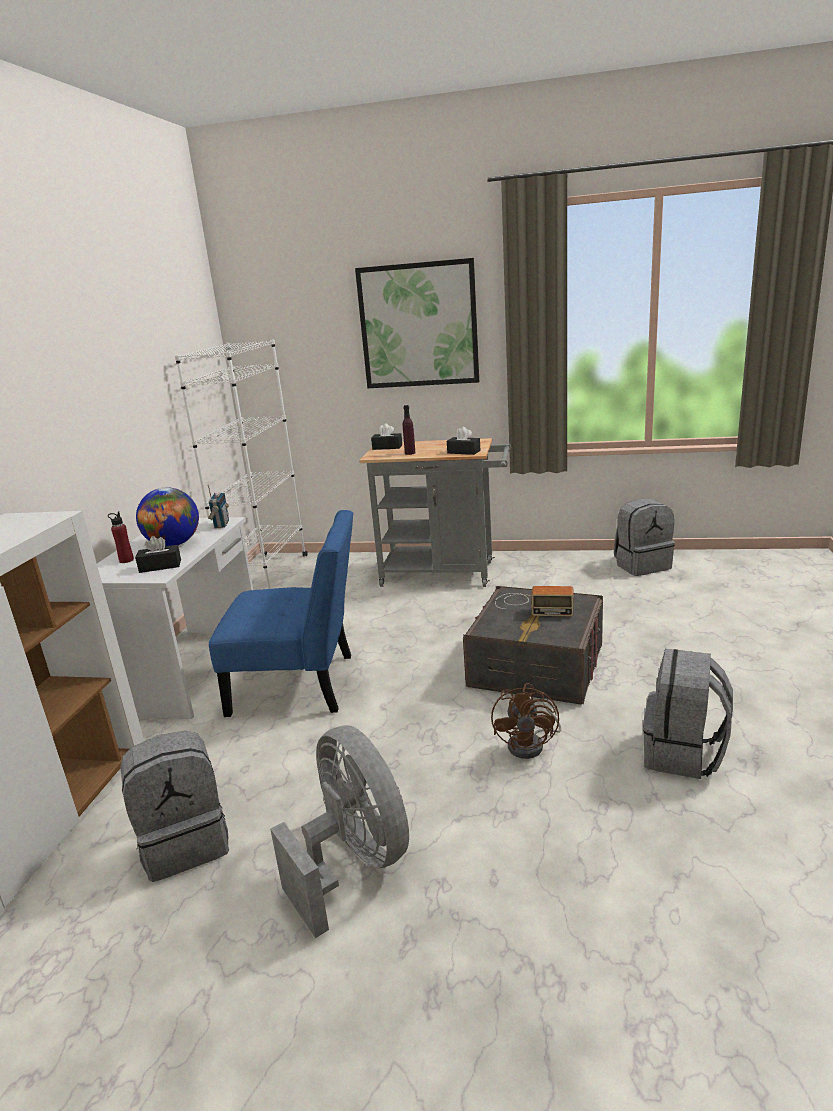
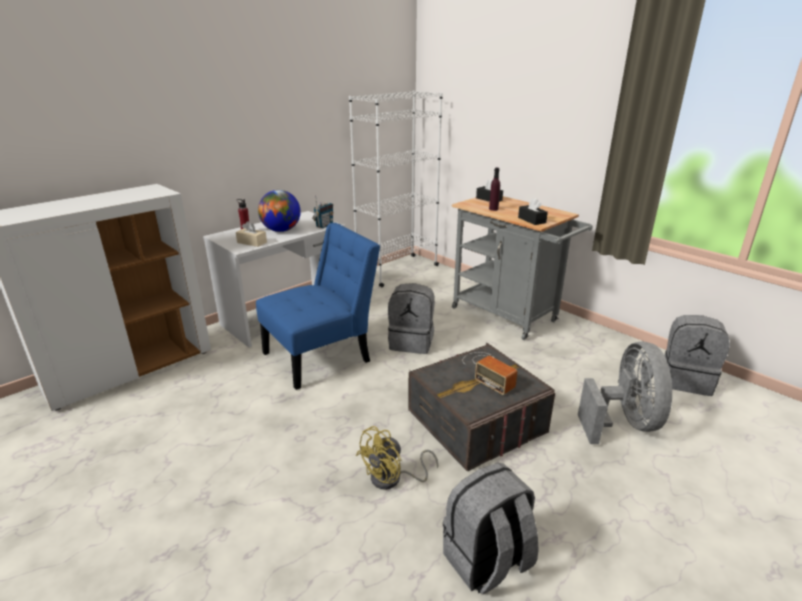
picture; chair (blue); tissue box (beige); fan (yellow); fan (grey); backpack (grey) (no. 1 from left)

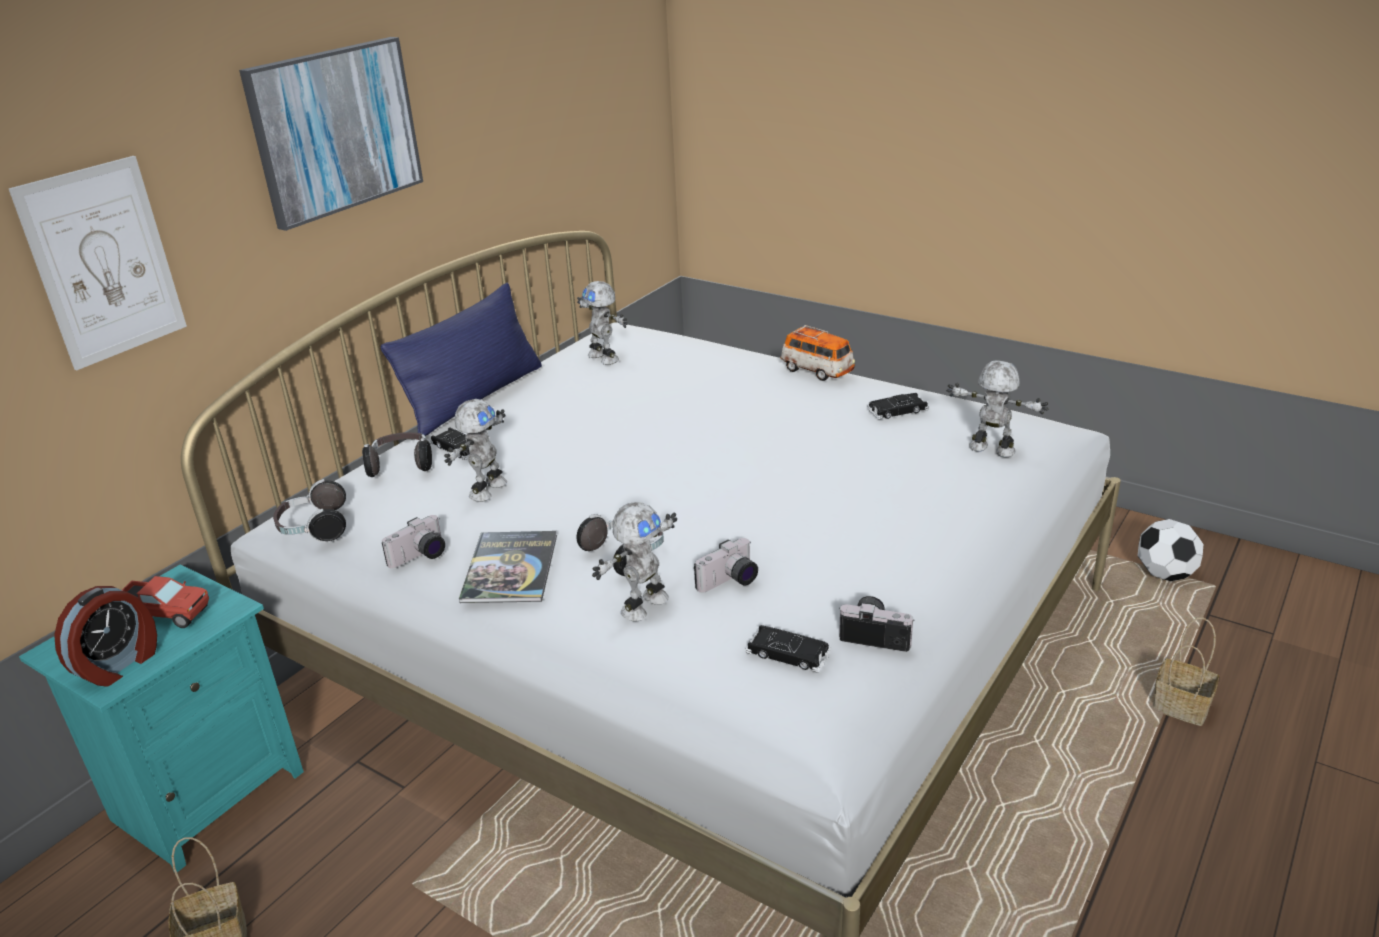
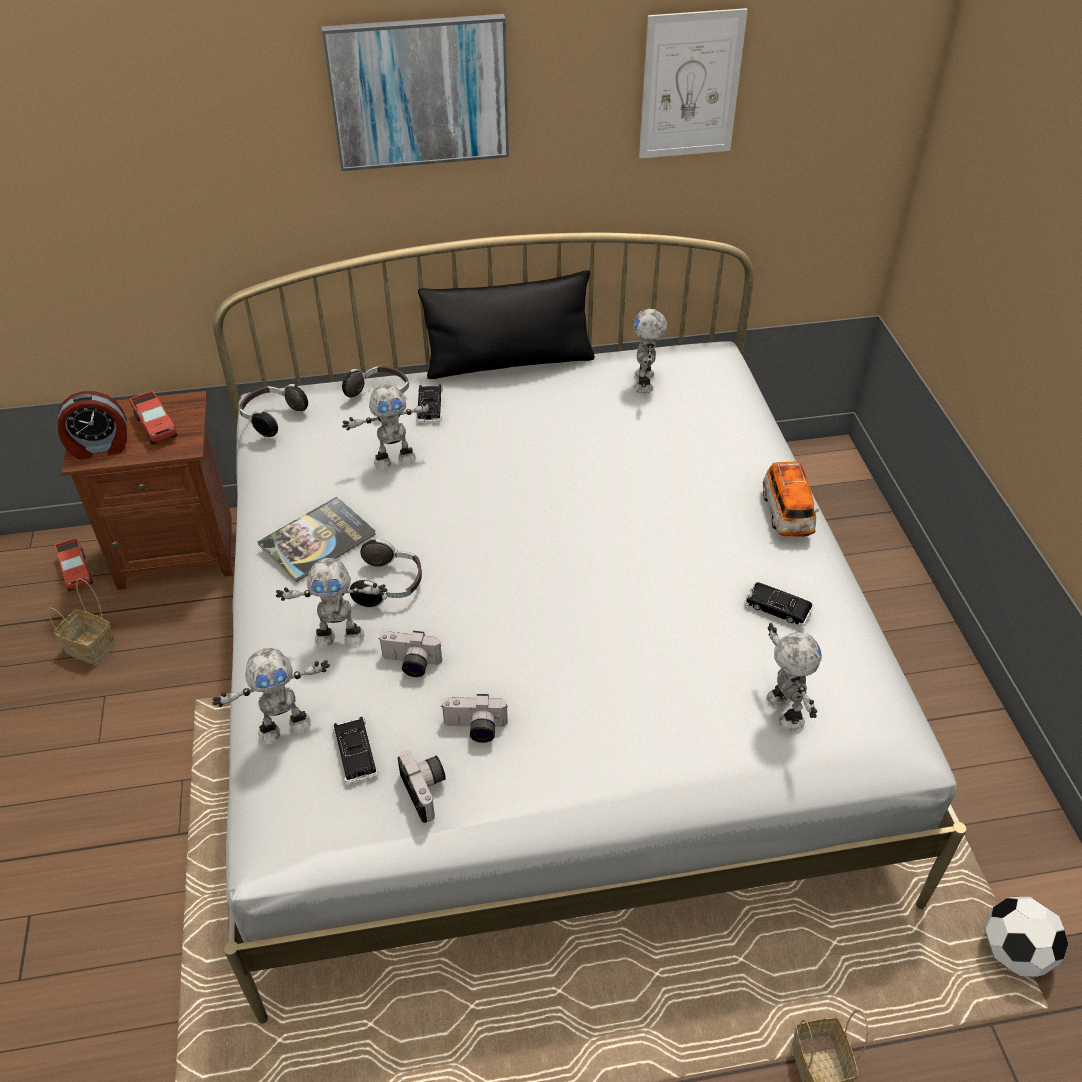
picture (no. 2 from left); pillow (black); photo camera (no. 3 from left); nightstand (brown); toy truck (no. 1 from left); toy robot (no. 1 from left)

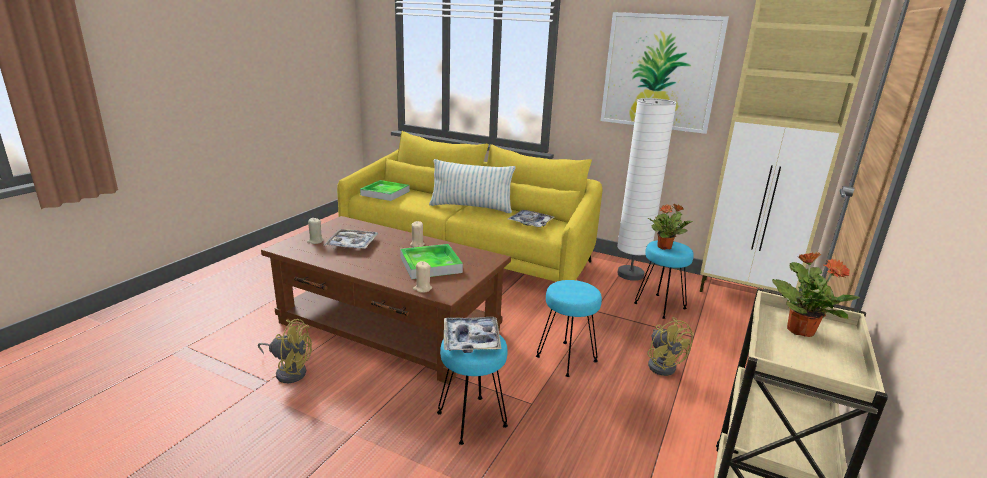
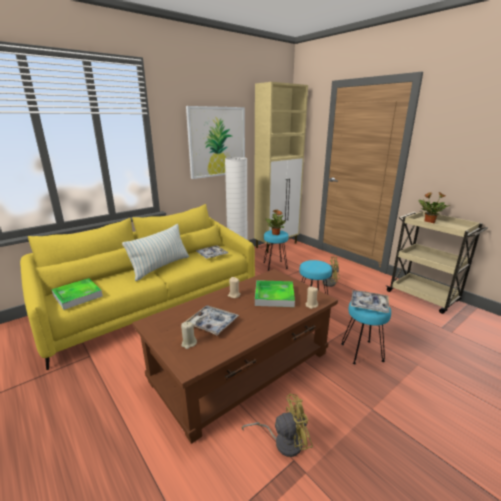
fan (yellow) (no. 1 from left)

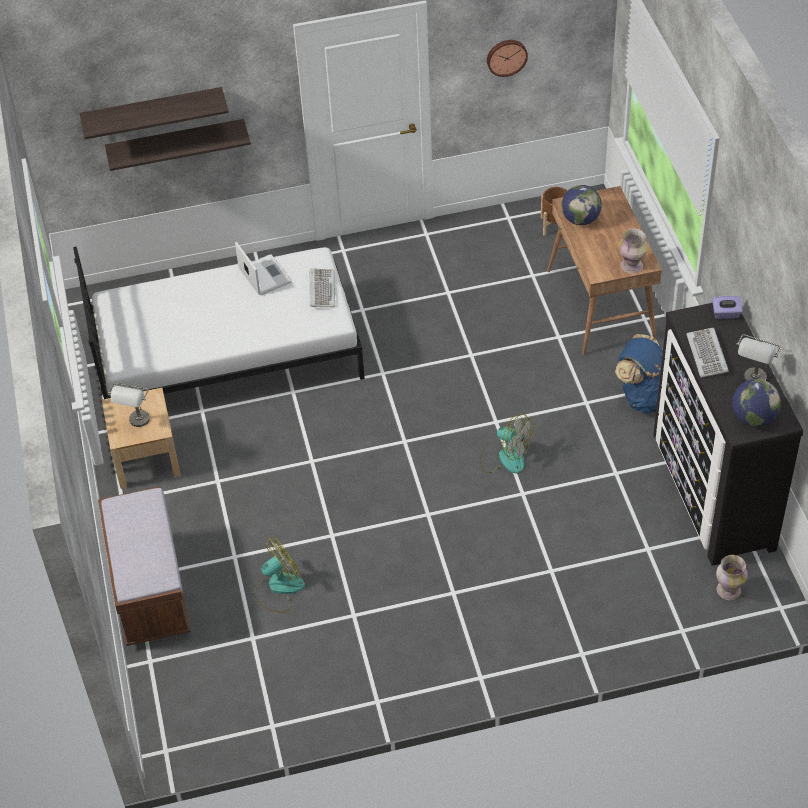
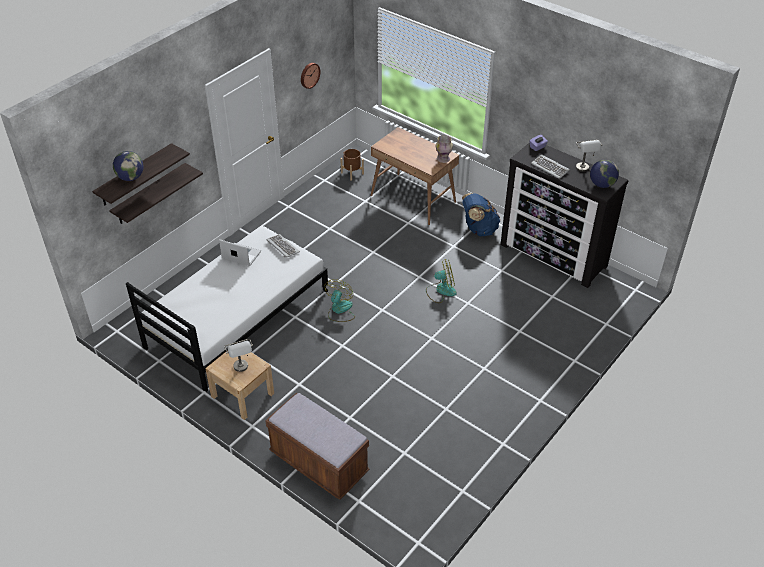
globe (no. 1 from left); fan (no. 1 from left); vase (no. 2 from left in the first image)

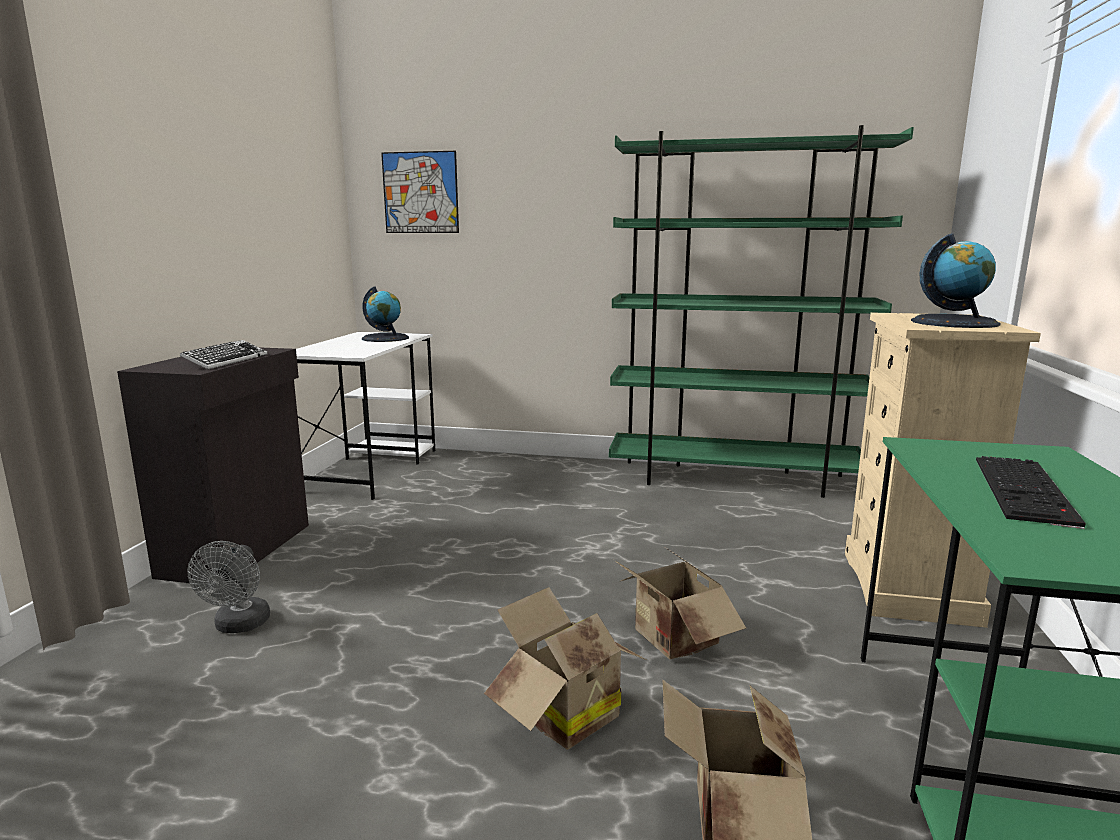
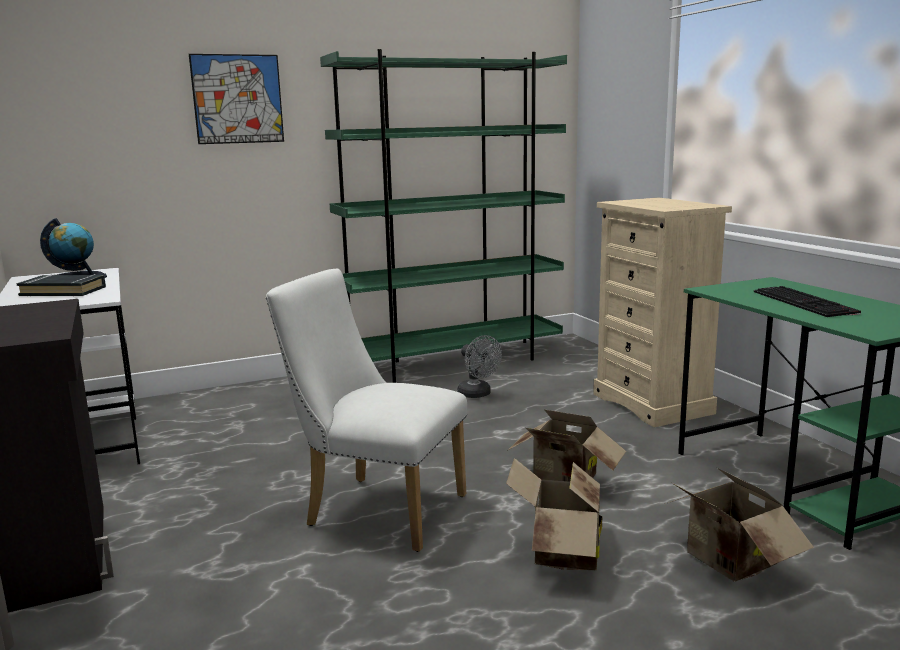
picture; globe (no. 2 from left in the first image); keyboard (no. 1 from left in the first image); fan (grey); chair (white); book (black)

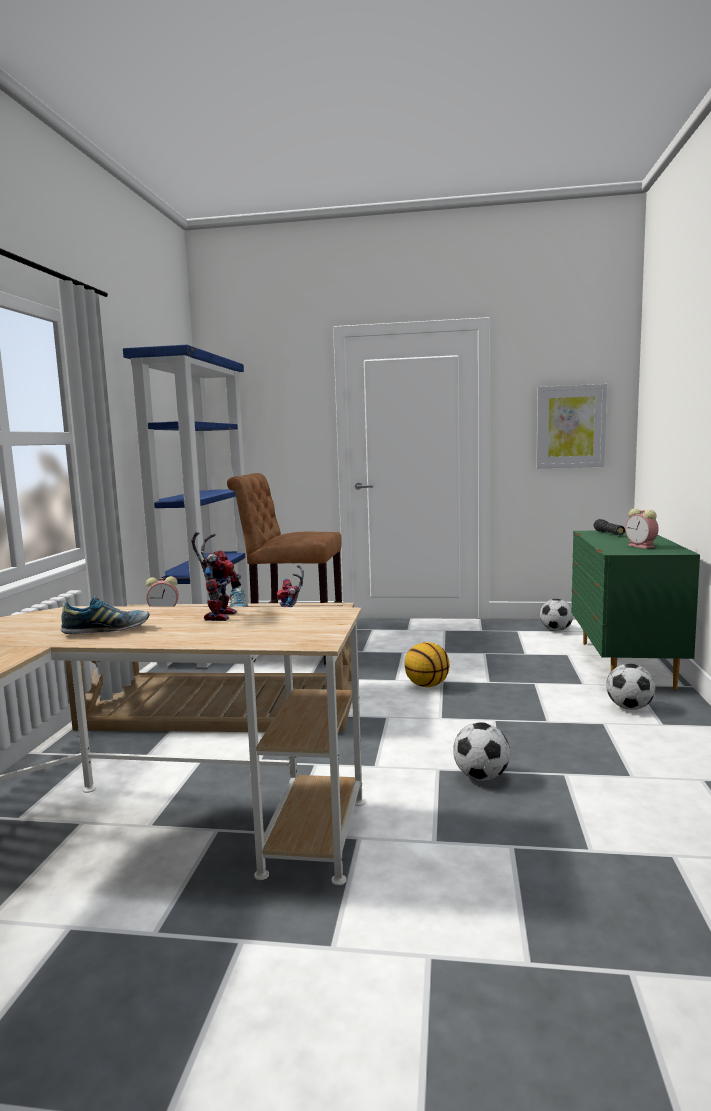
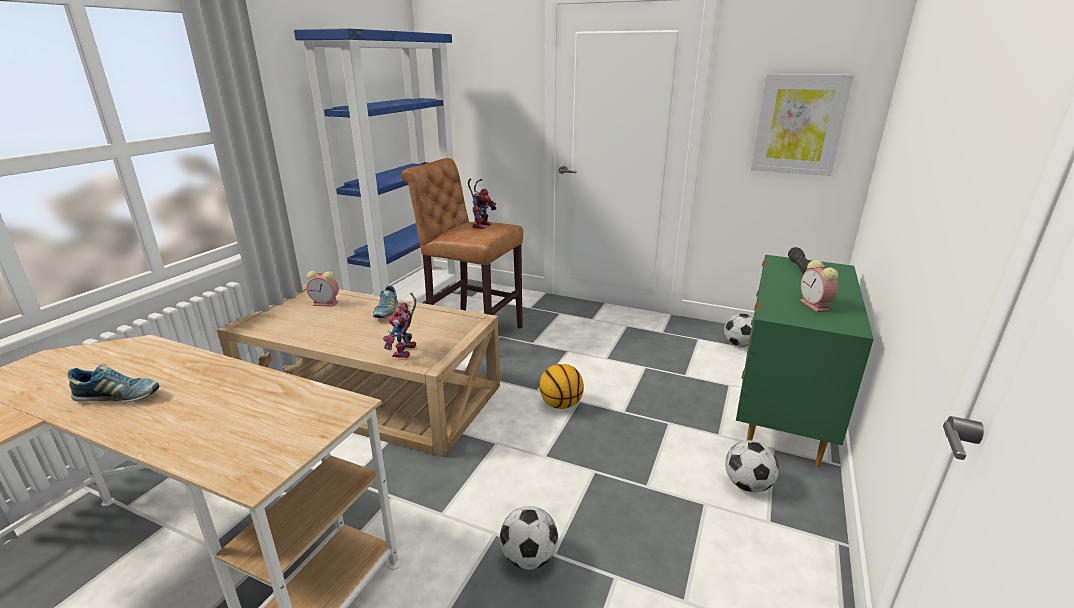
toy robot (no. 2 from left)

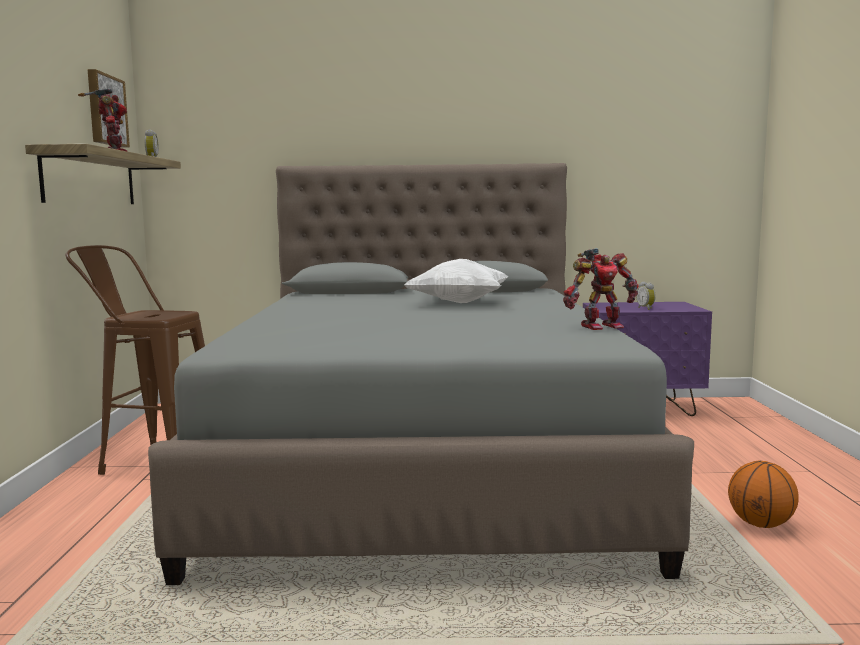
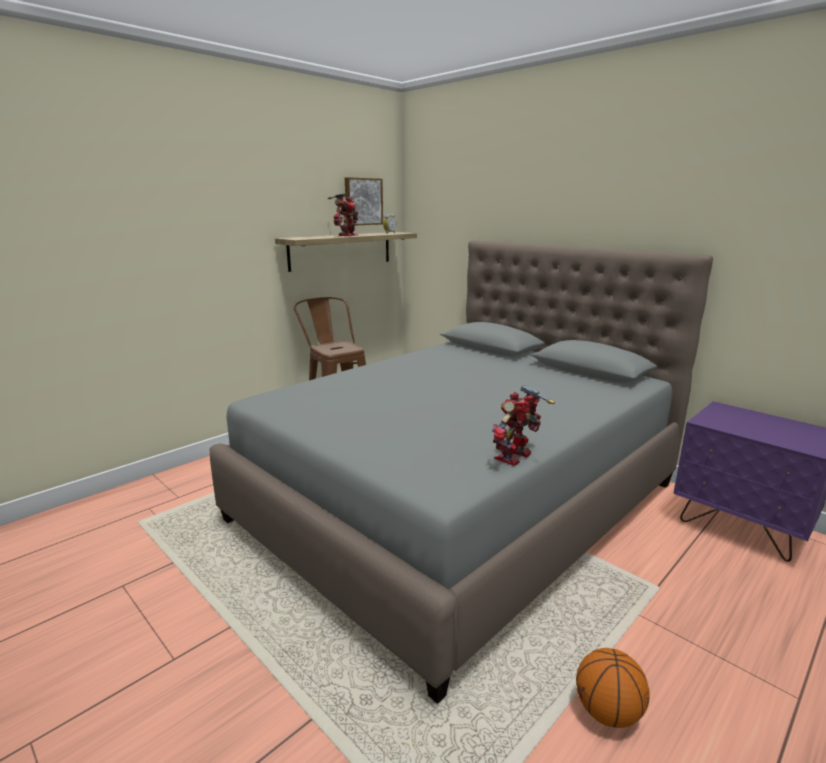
toy robot (no. 2 from left); pillow (white); alarm clock (no. 2 from left in the first image)

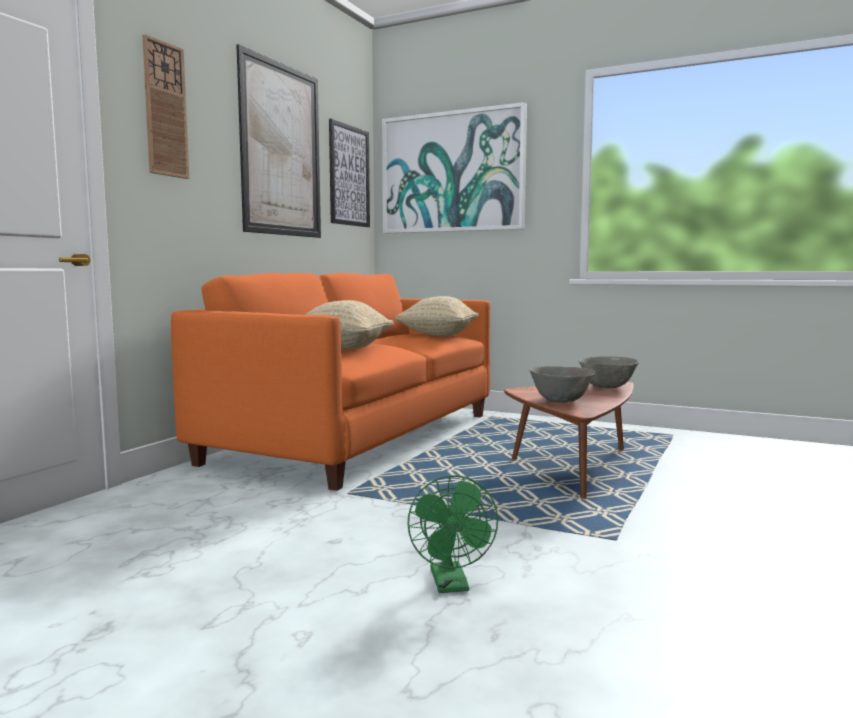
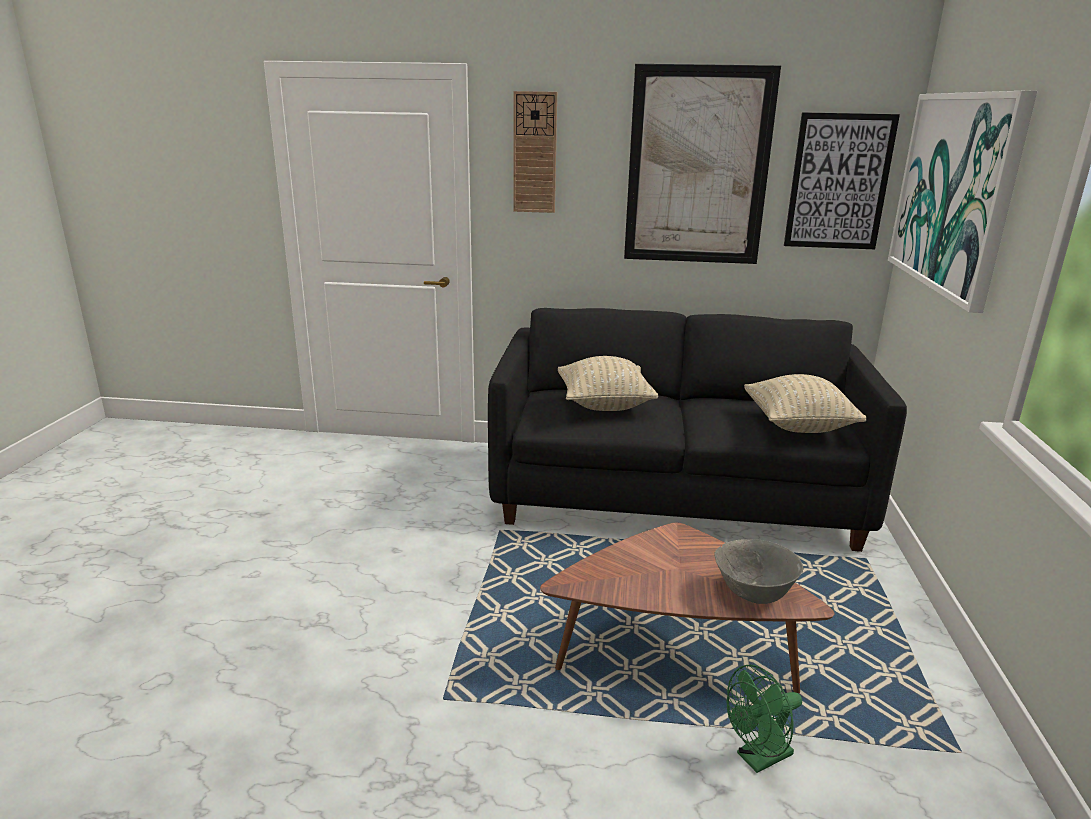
sofa (black); bowl (grey) (no. 1 from left in the first image); fan (green)

